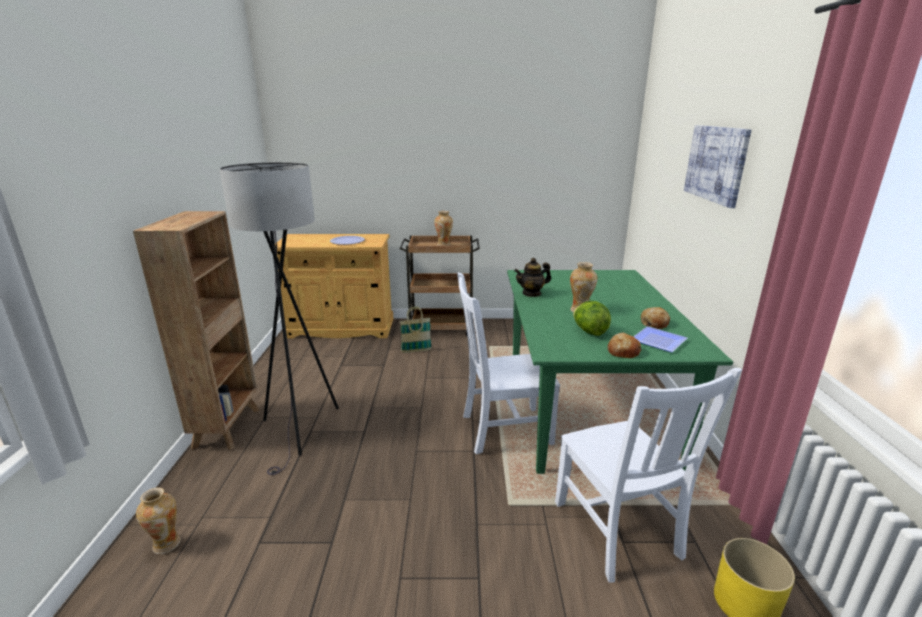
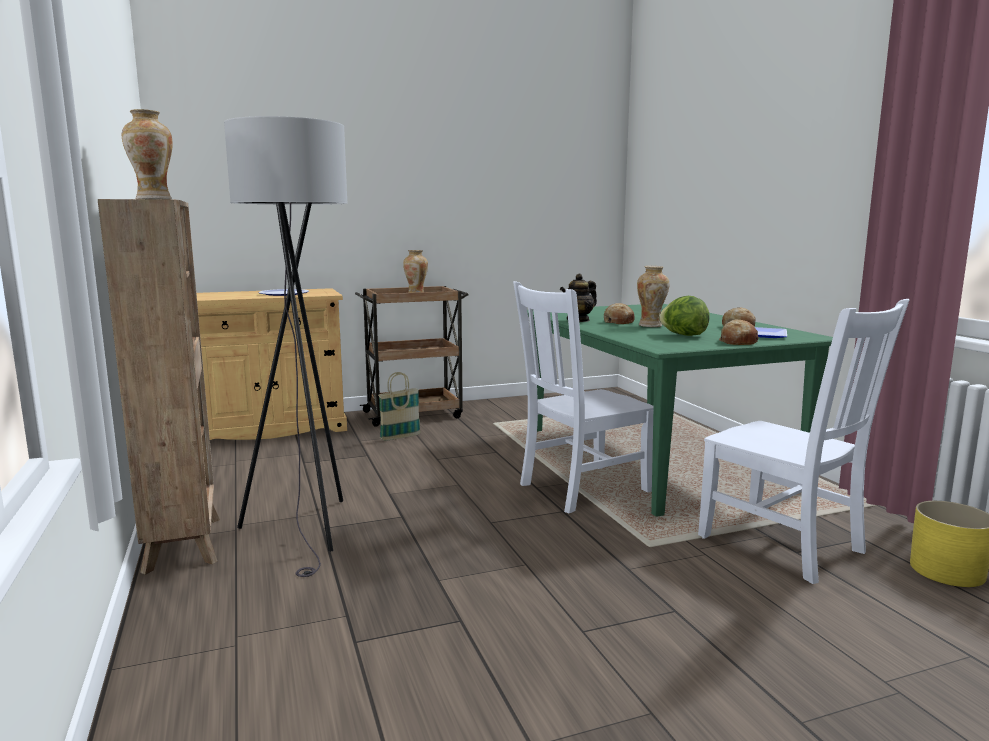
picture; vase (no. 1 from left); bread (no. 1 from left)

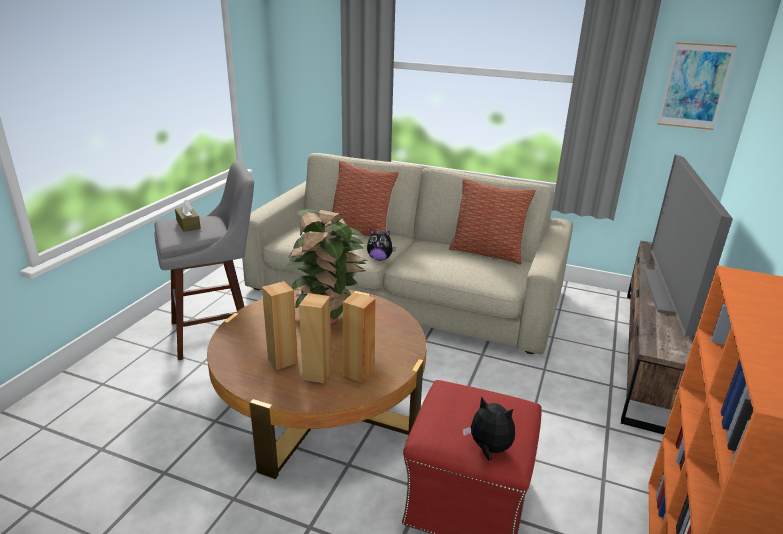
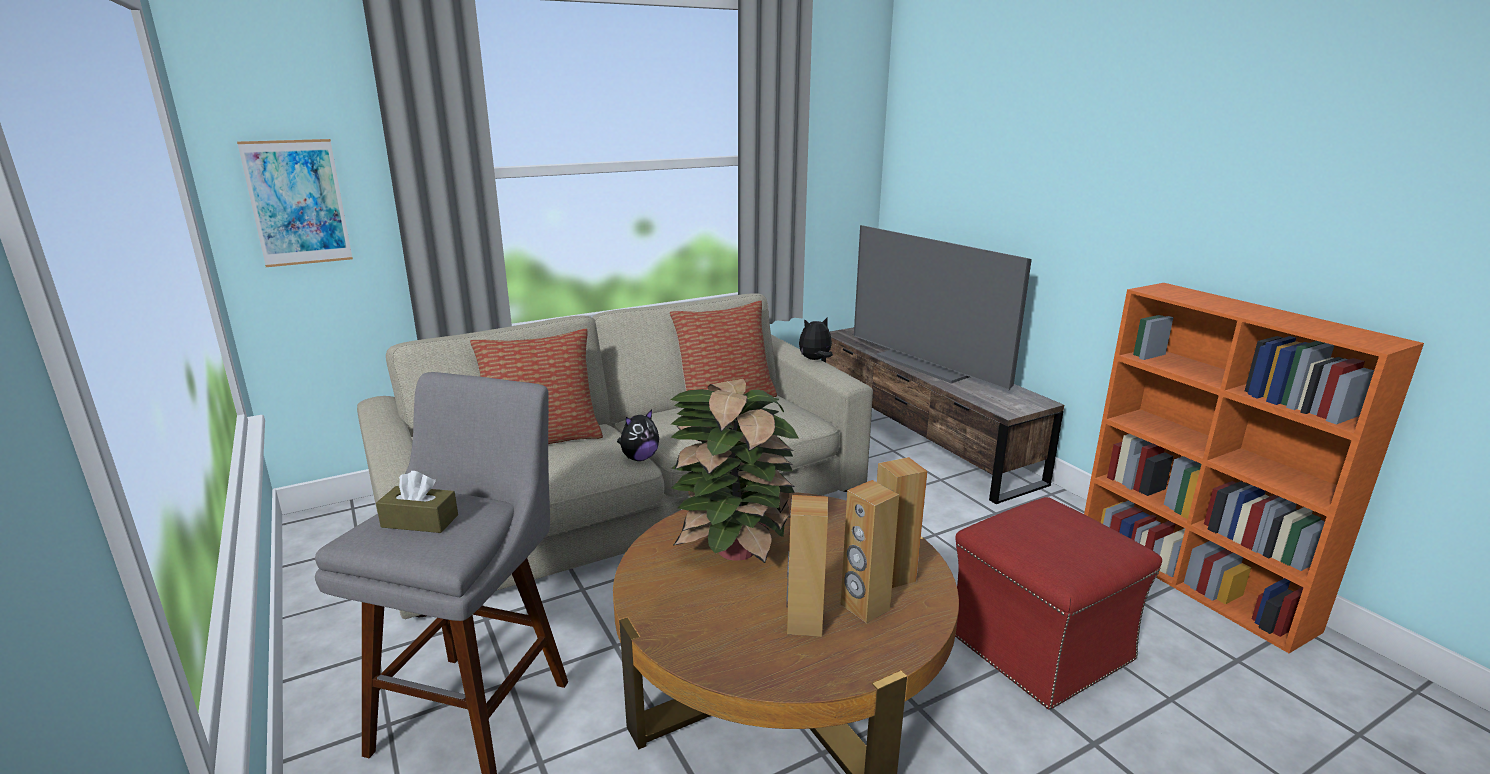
picture; plush toy (no. 2 from left)

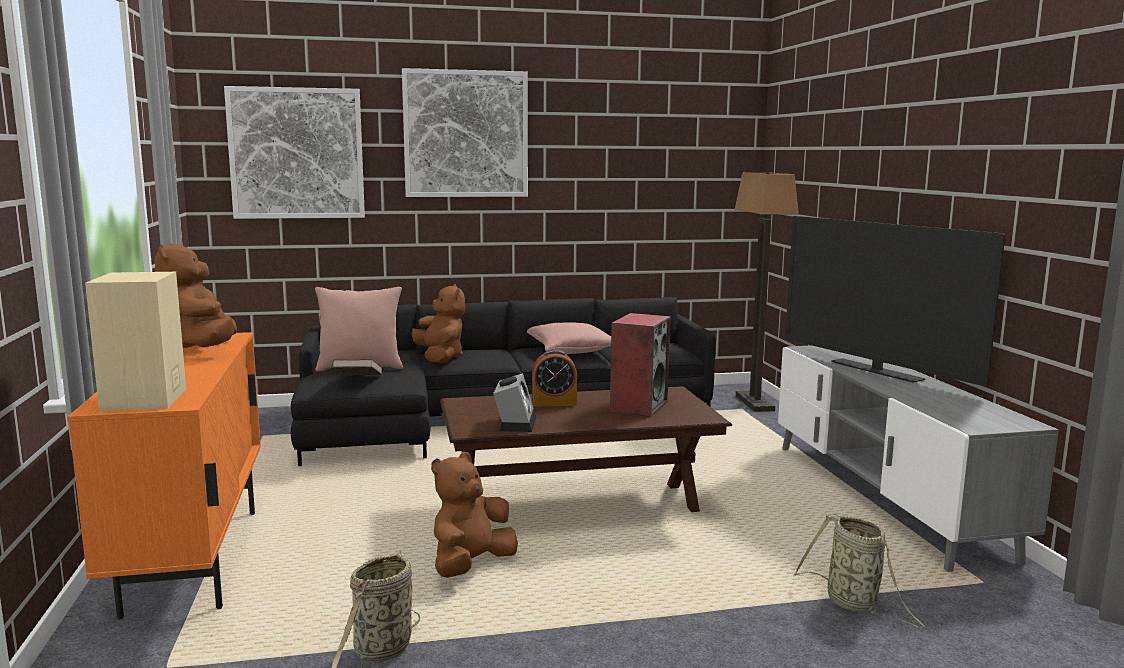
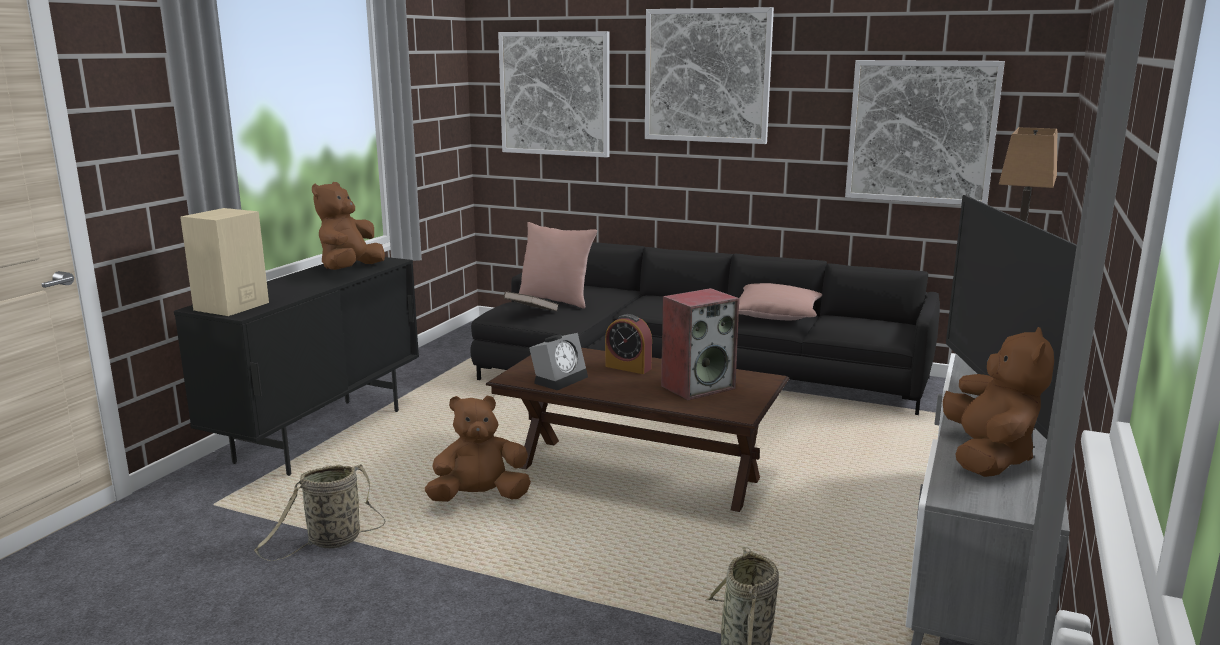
plush toy (brown) (no. 3 from left); cabinet (black); picture (no. 3 from left)

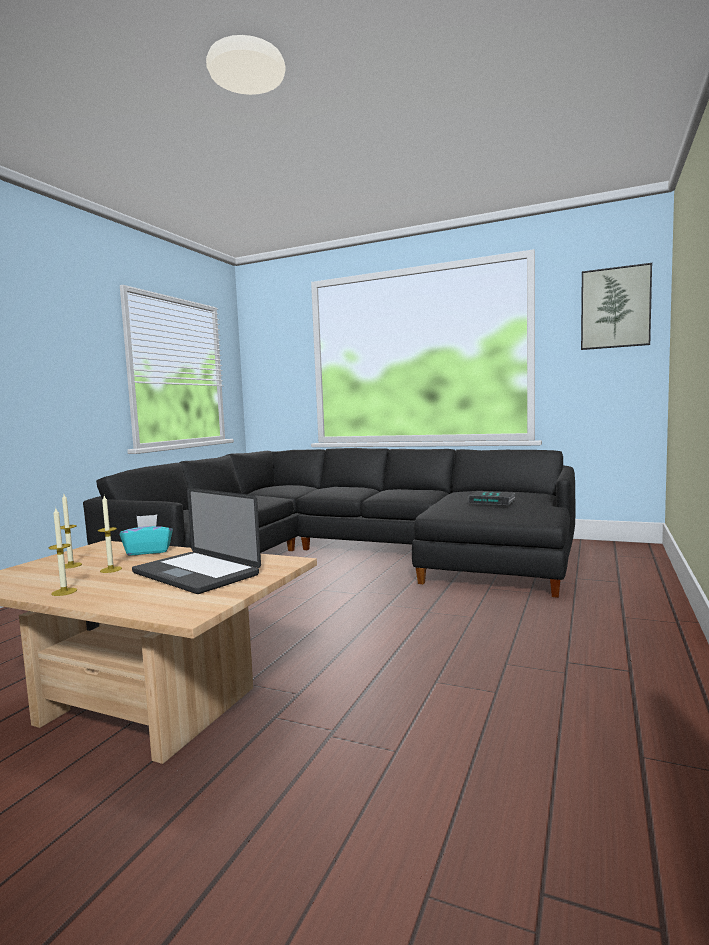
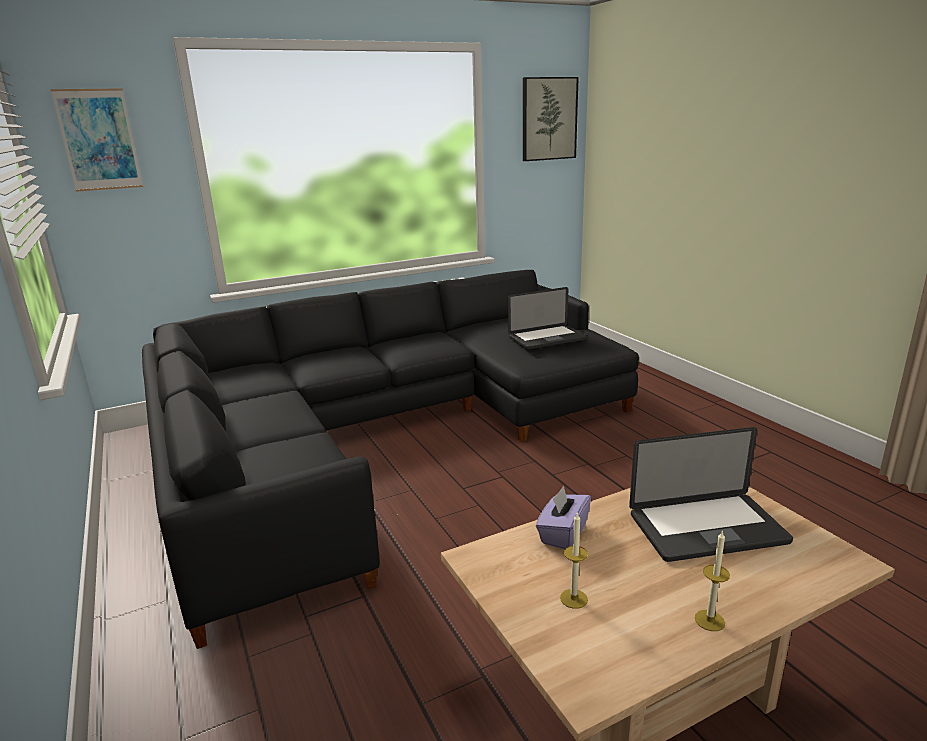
laptop (no. 1 from left); candle (no. 3 from left in the first image); tissue box (purple); picture (no. 1 from left)

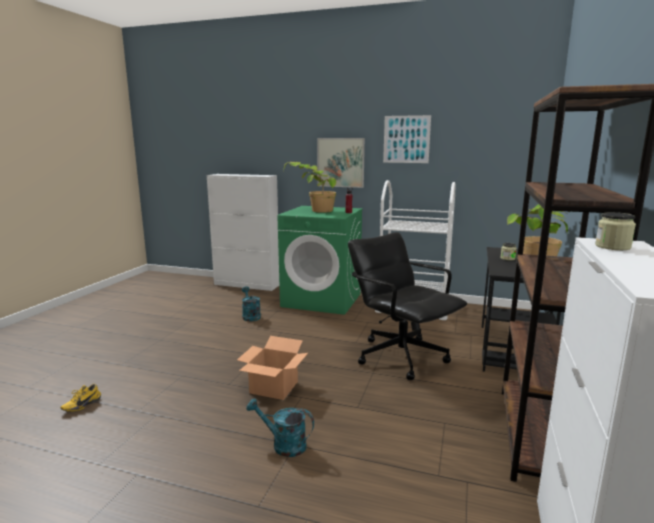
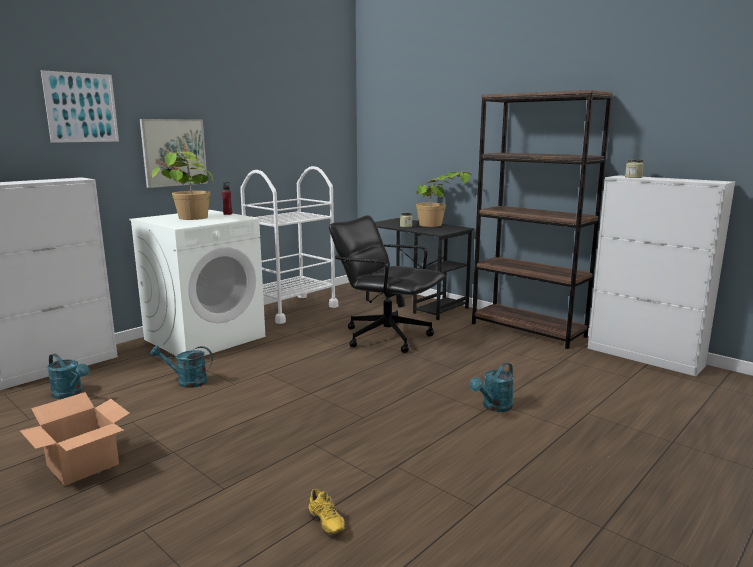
picture (no. 1 from left); washing machine (white); office chair (black); cardboard box; watering can (turquoise) (no. 1 from left)

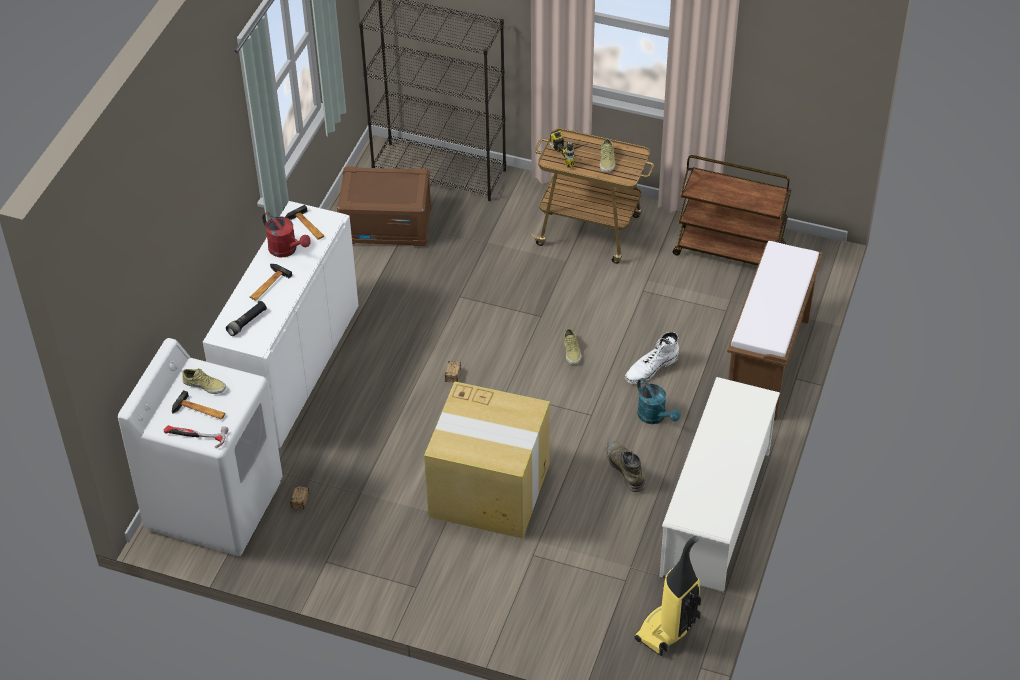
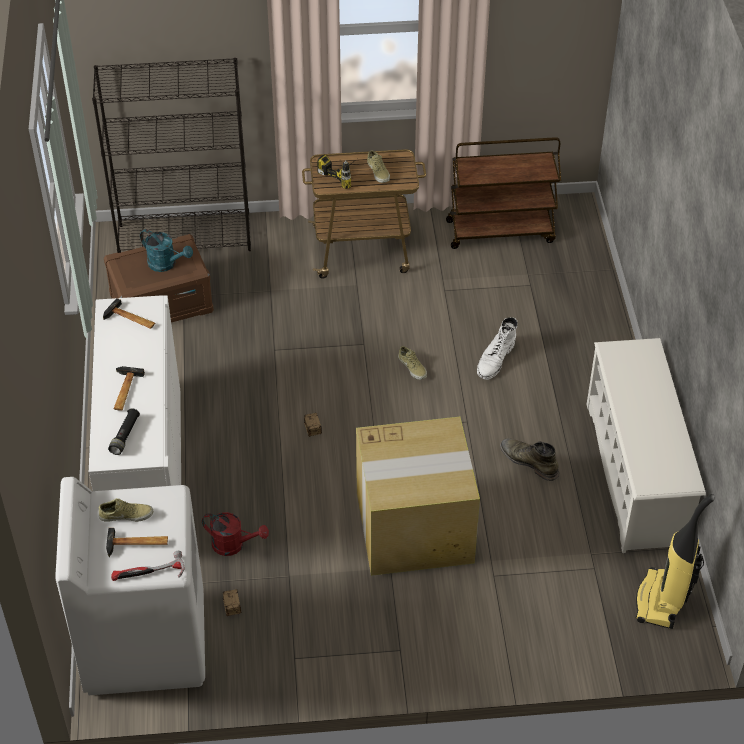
watering can (red); bench (brown); watering can (turquoise)

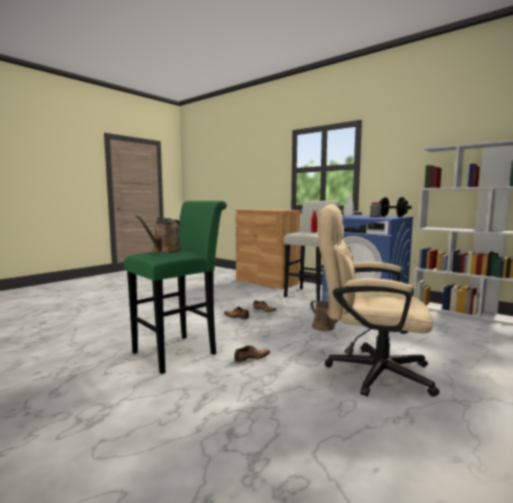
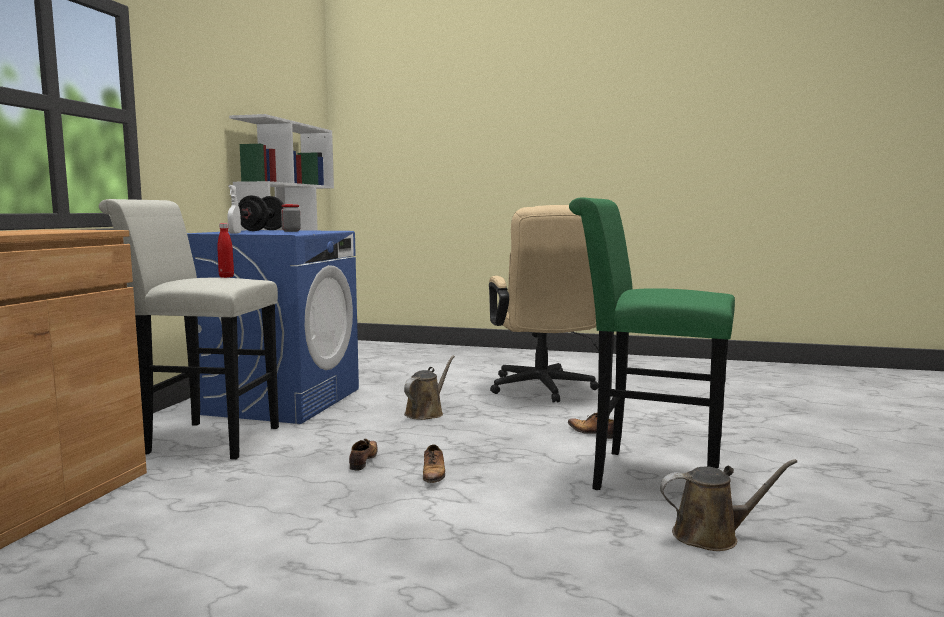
watering can (brown) (no. 2 from left)

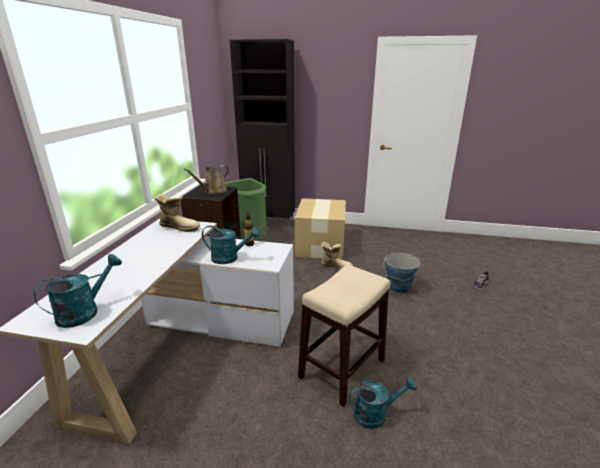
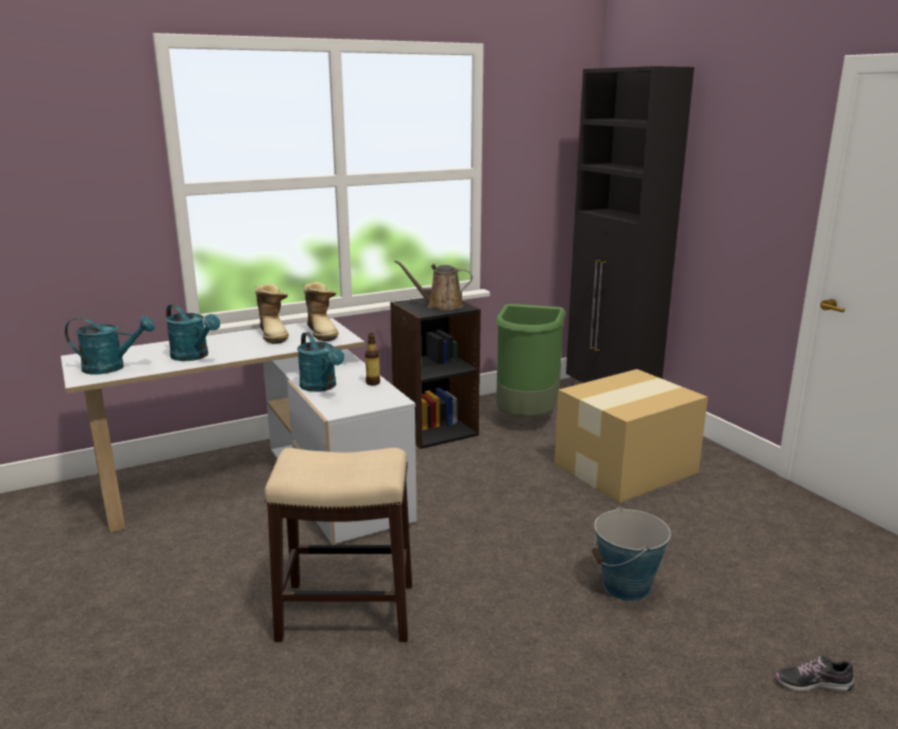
boot (no. 1 from left); watering can (turquoise) (no. 2 from left)

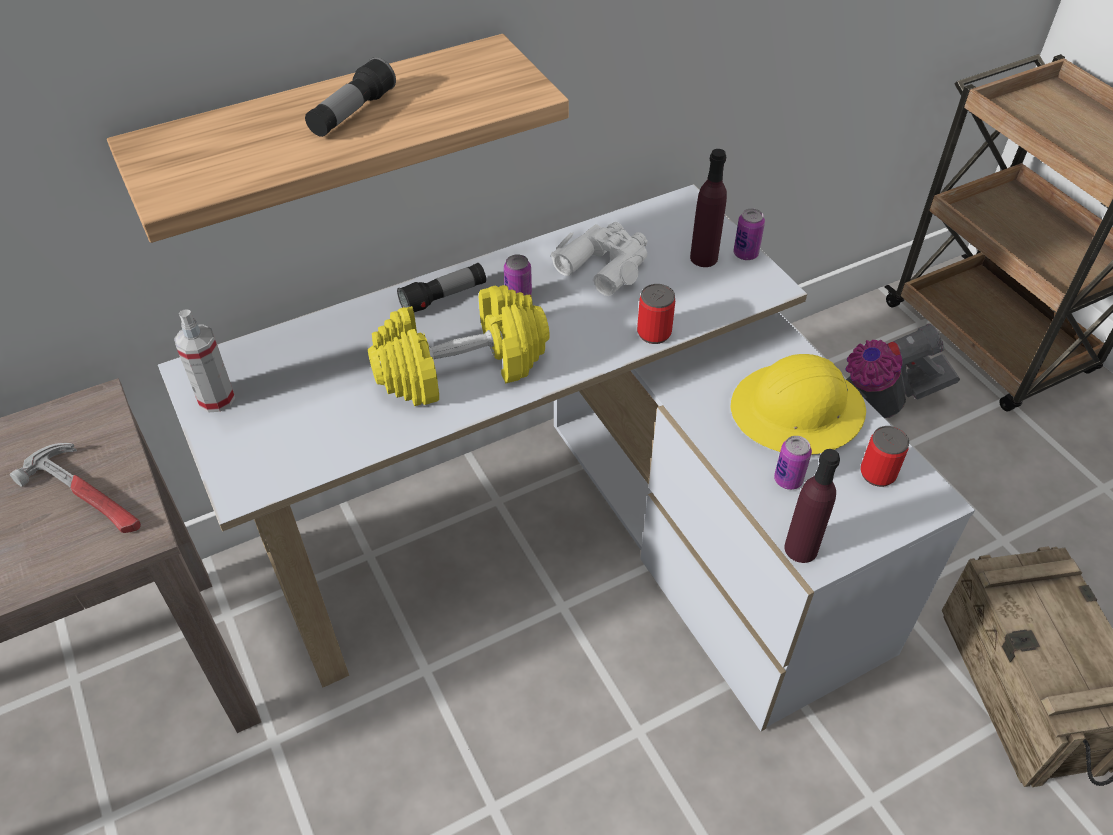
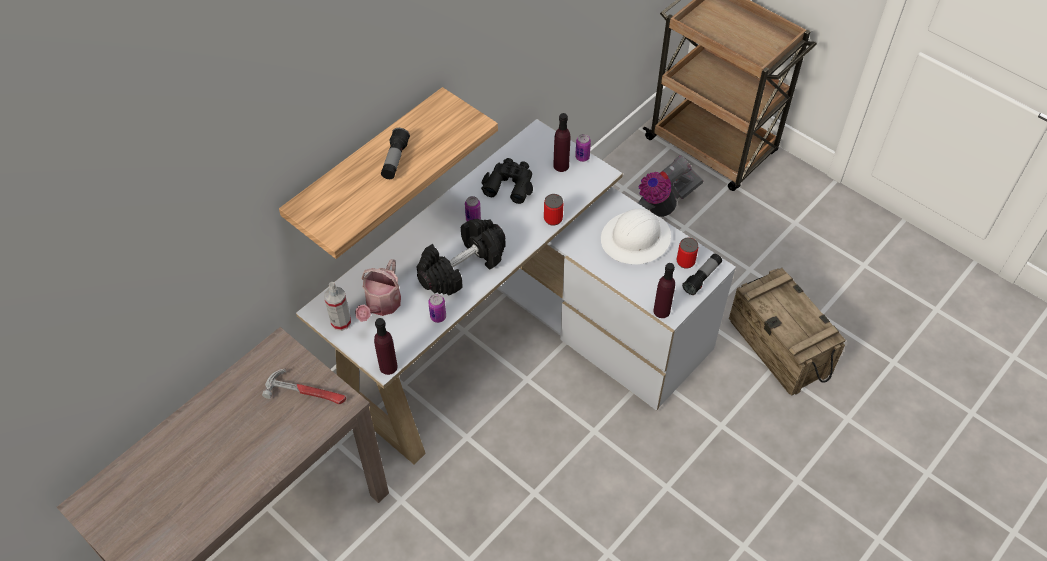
binoculars (black); flashlight (no. 2 from left); dumbbell (black); hard hat (white); can (no. 1 from left); watering can; bottle (purple) (no. 1 from left)

